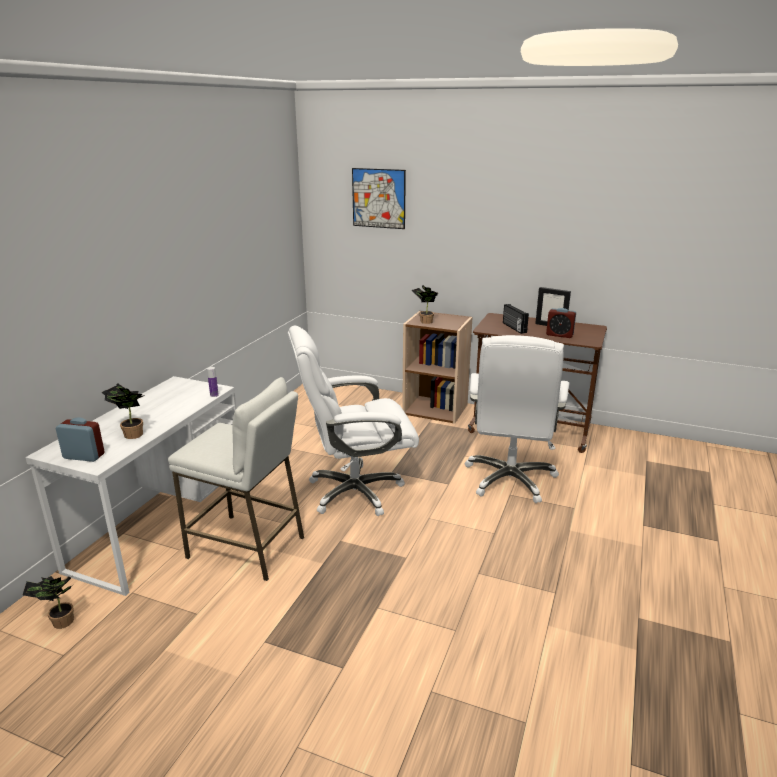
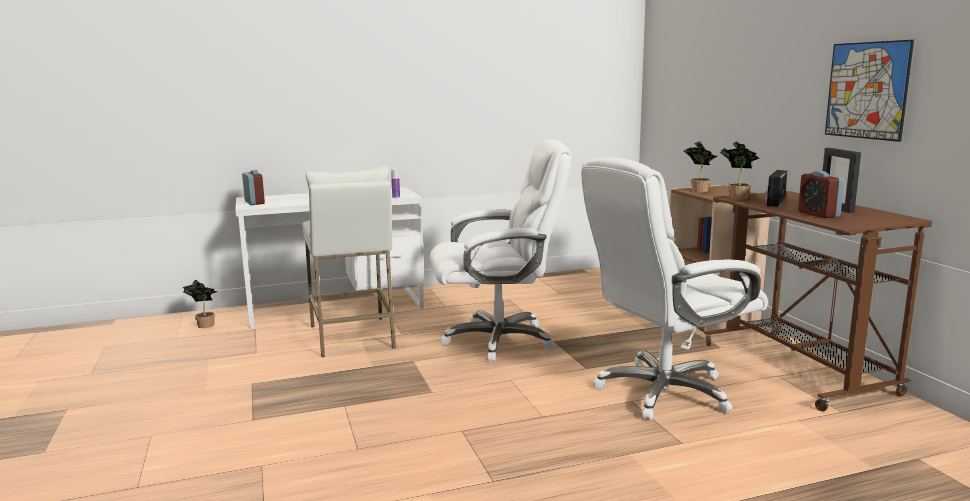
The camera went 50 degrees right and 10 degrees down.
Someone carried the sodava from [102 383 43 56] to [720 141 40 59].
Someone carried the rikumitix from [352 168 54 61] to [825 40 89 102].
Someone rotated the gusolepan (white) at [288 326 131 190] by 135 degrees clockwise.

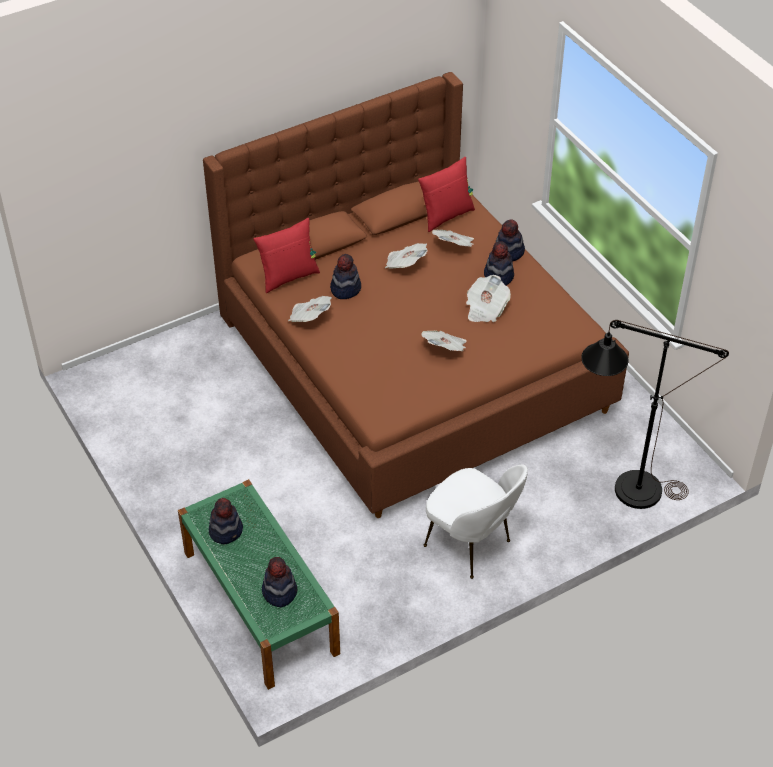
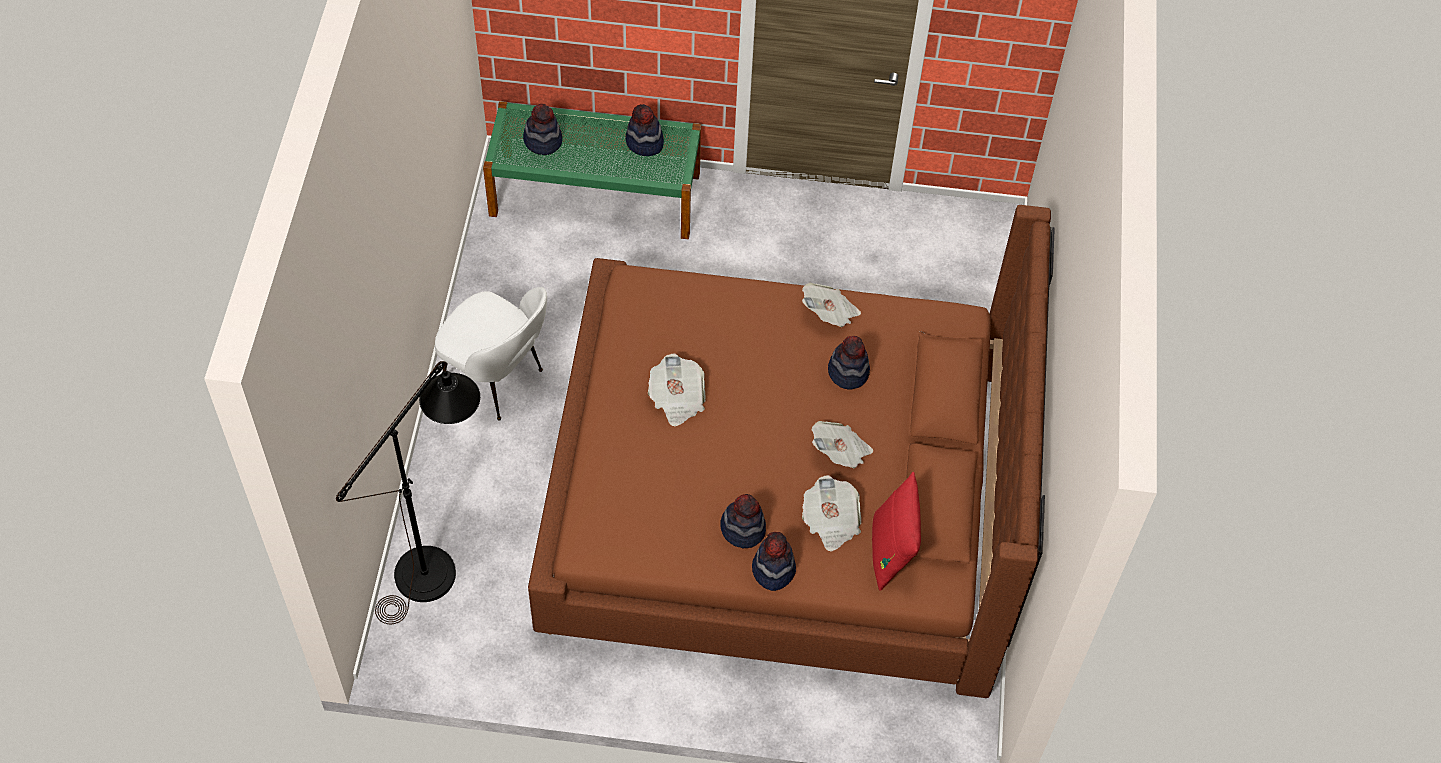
The camera went 125 degrees right and 10 degrees up.
Someone took away the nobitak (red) at [253 218 67 75].
Someone took away the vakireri at [466 275 45 47].
Someone rotated the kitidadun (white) at [424 465 104 114] by 135 degrees counterclockwise.

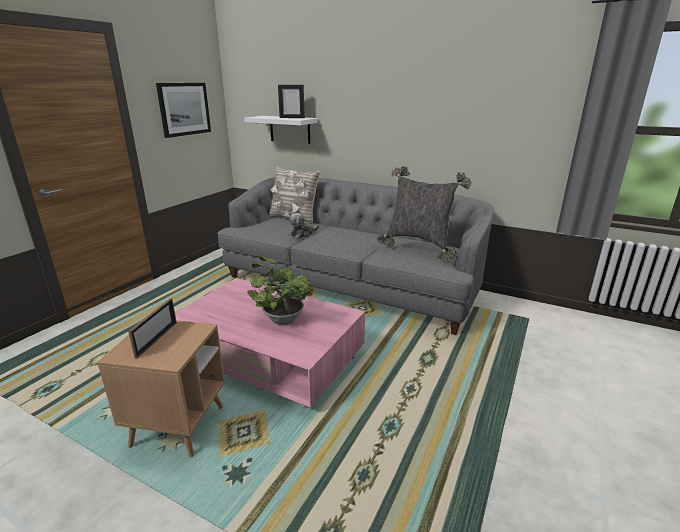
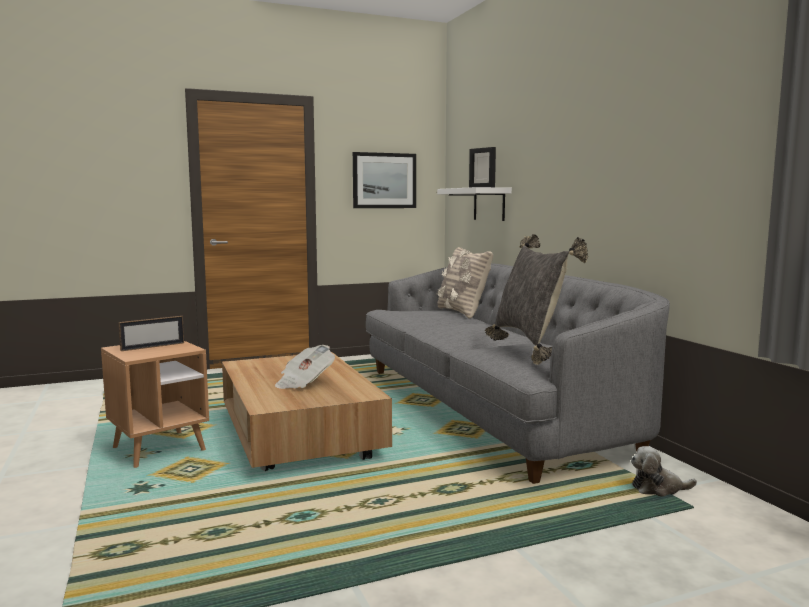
The camera went 40 degrees right and 15 degrees down.
Someone carried the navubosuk from [290 213 29 25] to [631 446 66 50].
Someone swapped the sodava at [247 257 66 68] for the vakireri at [275 345 60 44].
Someone repainted the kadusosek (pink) at [175 278 190 130], which became the kadusosek (brown) at [222 352 170 119].

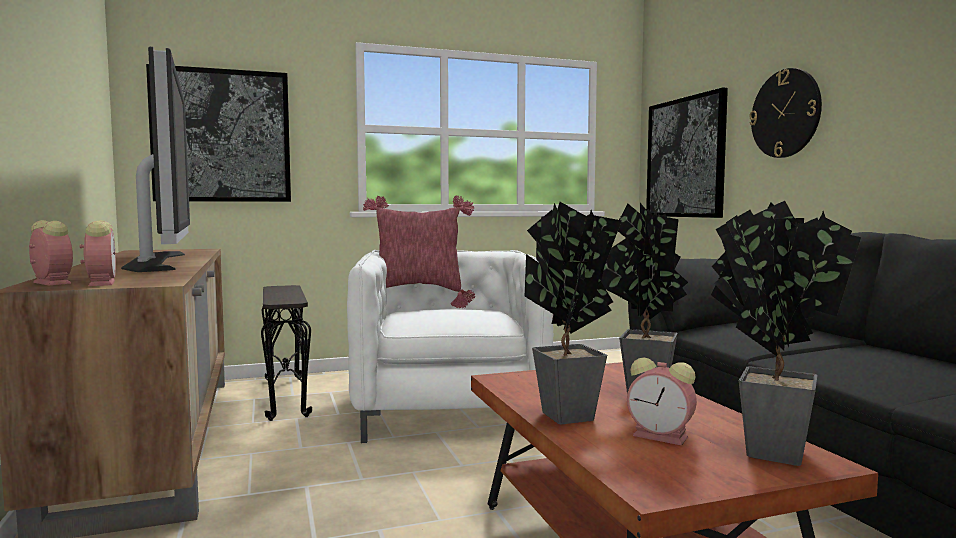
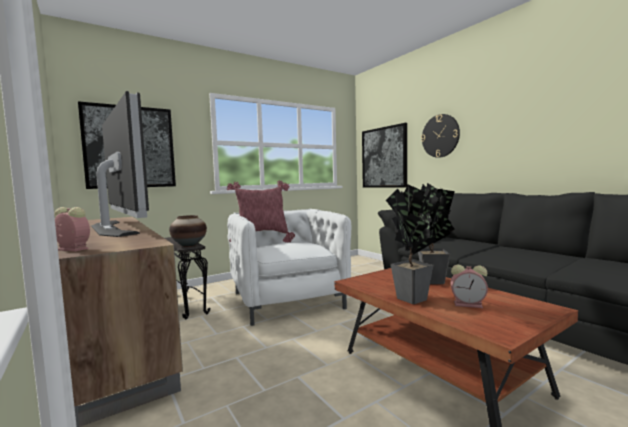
The camera went 15 degrees left and 0 degrees up.
Someone took away the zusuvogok at [79 220 37 66].
Someone took away the sodava at [711 201 150 265].
Someone put down the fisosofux at [169 215 38 32].

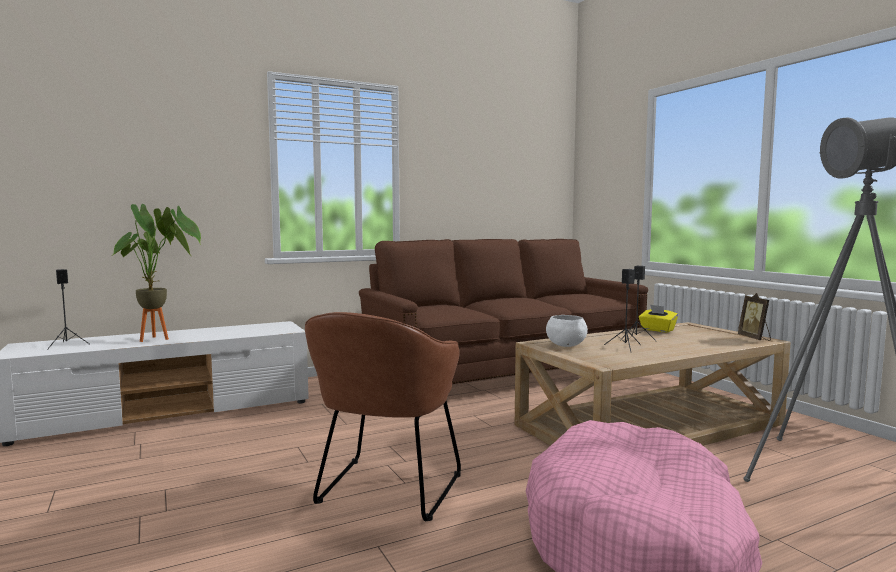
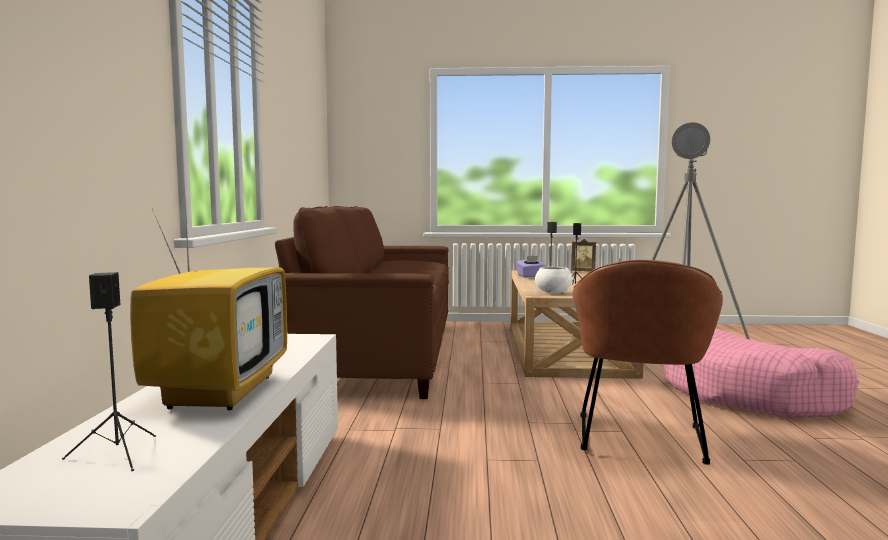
The camera went 60 degrees left and 0 degrees up.
Someone swapped the sodava at [113 204 88 138] for the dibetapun at [130 200 157 210].
Someone repainted the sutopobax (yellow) at [639 304 39 28], which became the sutopobax (purple) at [516 256 31 21].
Someone rotated the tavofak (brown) at [305 312 156 209] by 60 degrees clockwise.

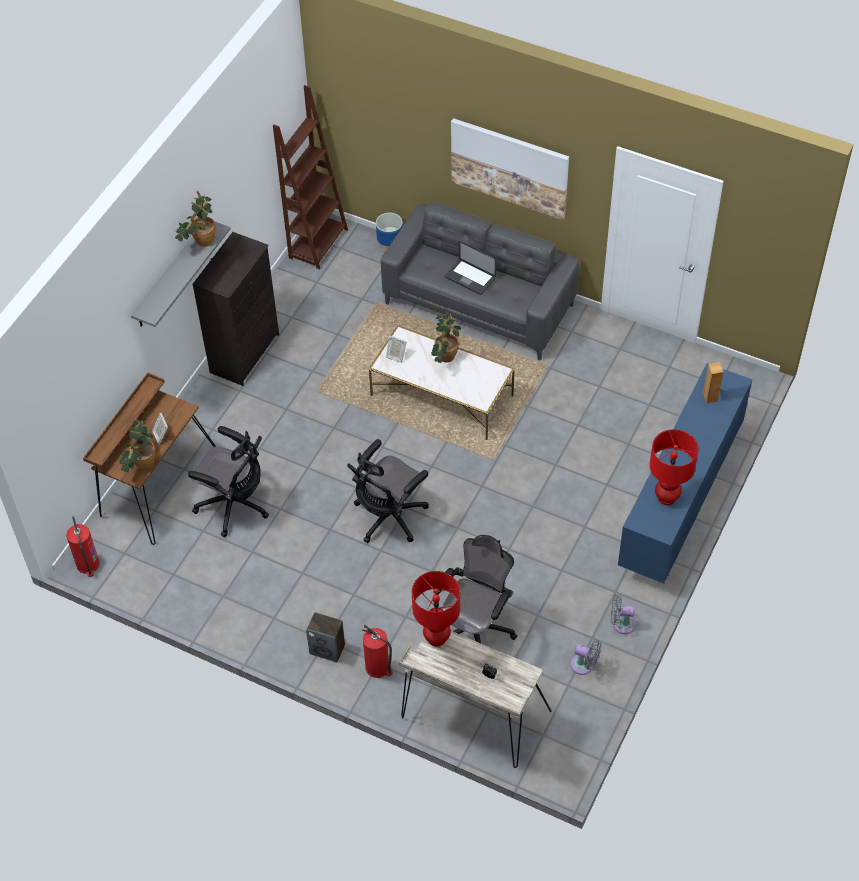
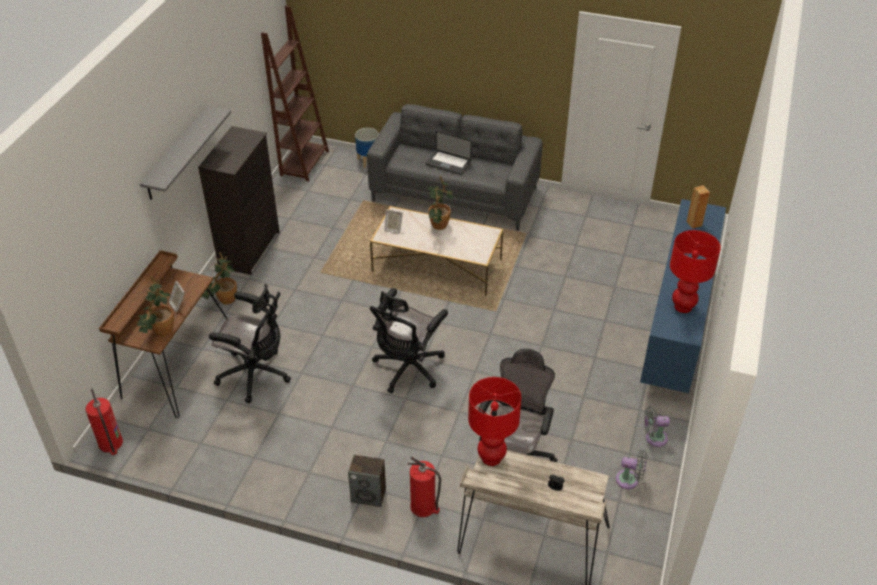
The camera went 10 degrees left and 10 degrees down.
Someone took away the rikumitix at [451 118 118 102].
Someone carried the sodava from [175 191 41 56] to [202 252 35 53].

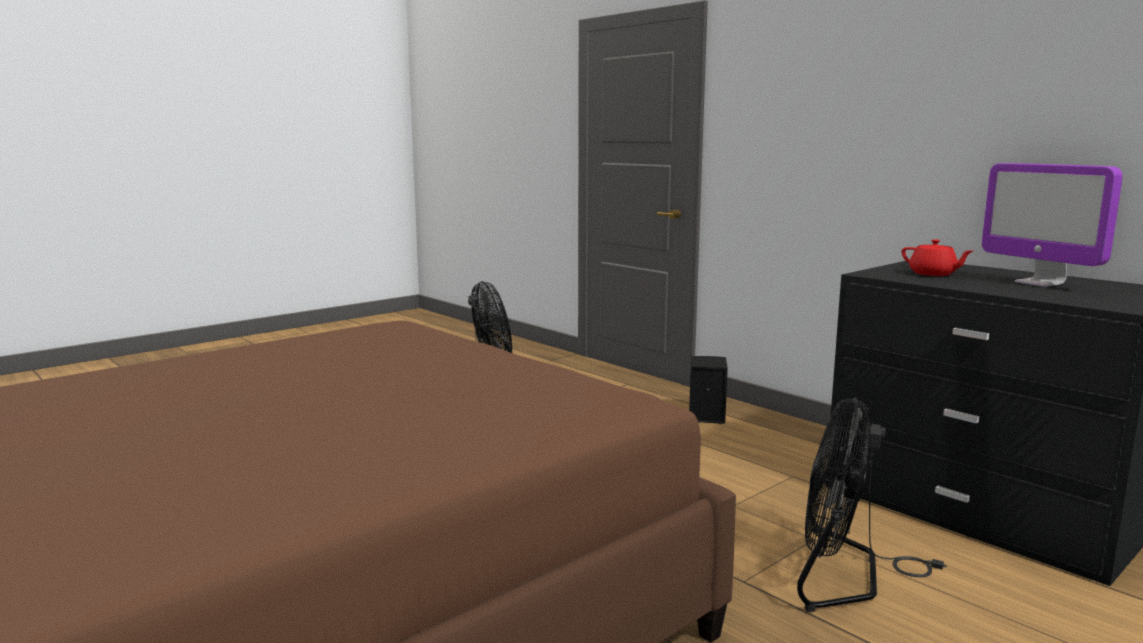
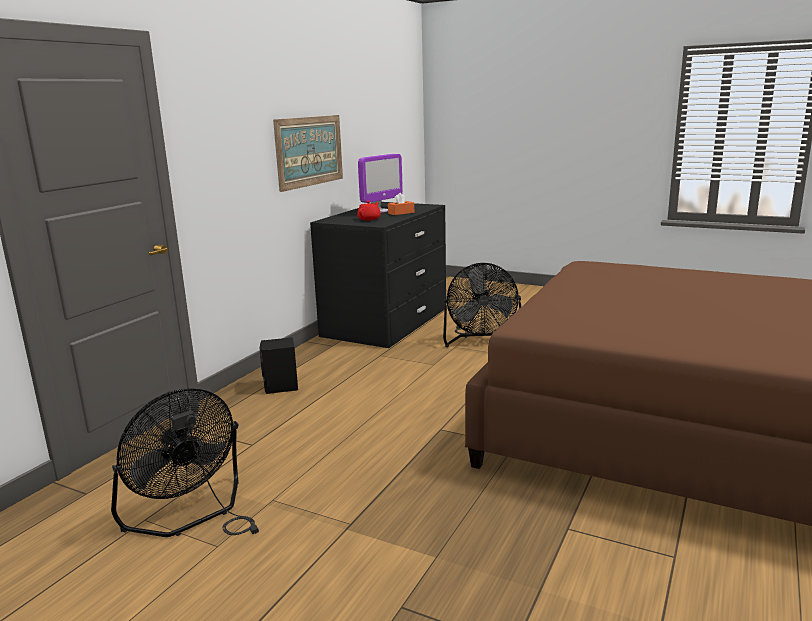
The camera went 110 degrees left and 5 degrees up.
Someone put up the rikumitix at [273 115 70 77].
Someone put down the sutopobax (orange) at [388 193 26 22].

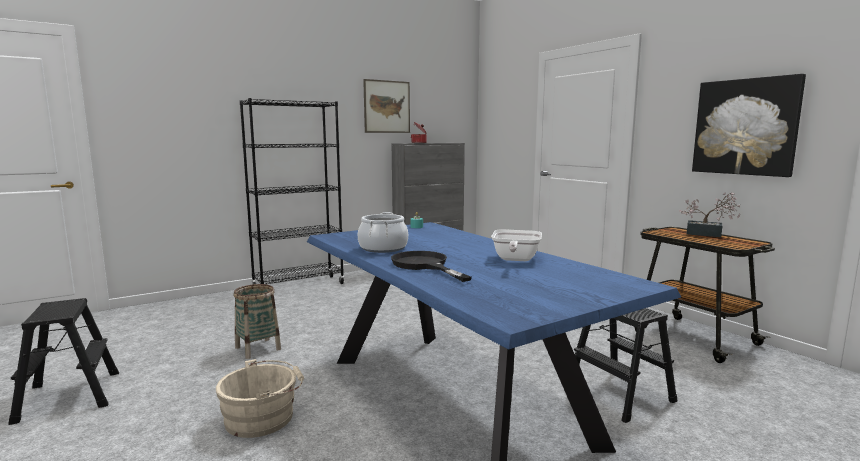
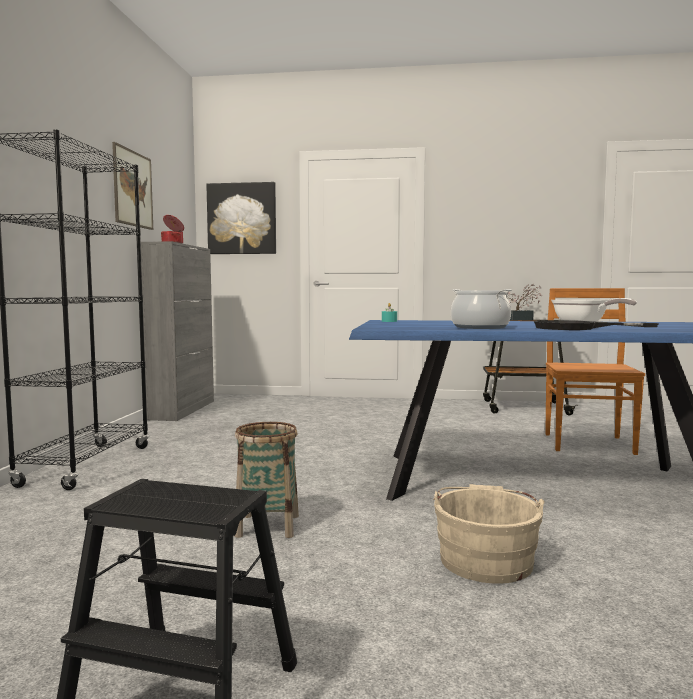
The camera went 50 degrees left and 5 degrees down.
Someone carried the rikumitix from [692 74 114 103] to [206 182 70 72].
Someone swapped the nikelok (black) at [574 308 104 115] for the kitidadun (brown) at [545 288 100 167].

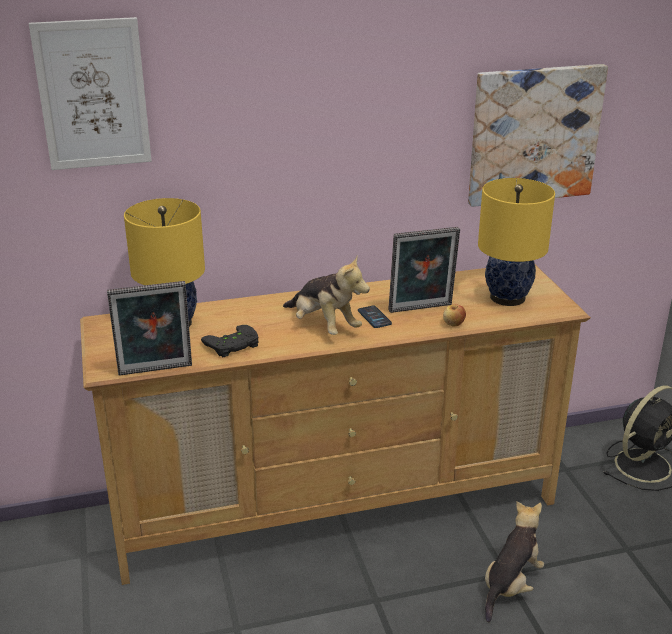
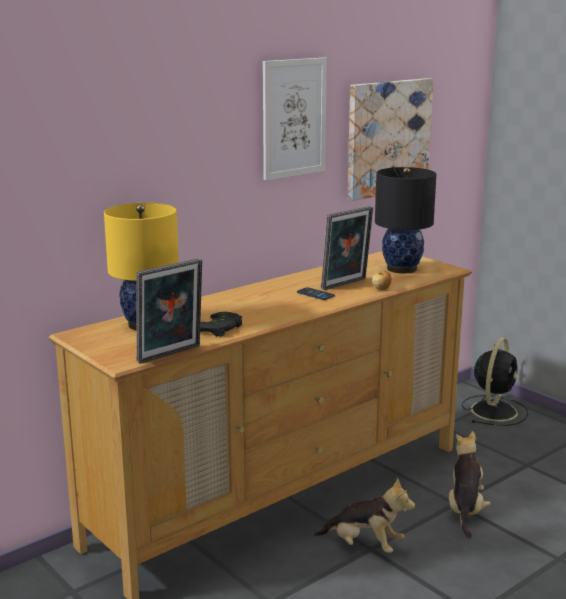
The camera went 25 degrees left and 10 degrees down.
Someone carried the rikumitix from [29 17 123 153] to [263 57 64 124].
Someone carried the navubosuk from [283 256 87 79] to [314 477 101 76].
Someone repainted the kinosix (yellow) at [478 178 77 128], which became the kinosix (black) at [375 167 61 106].

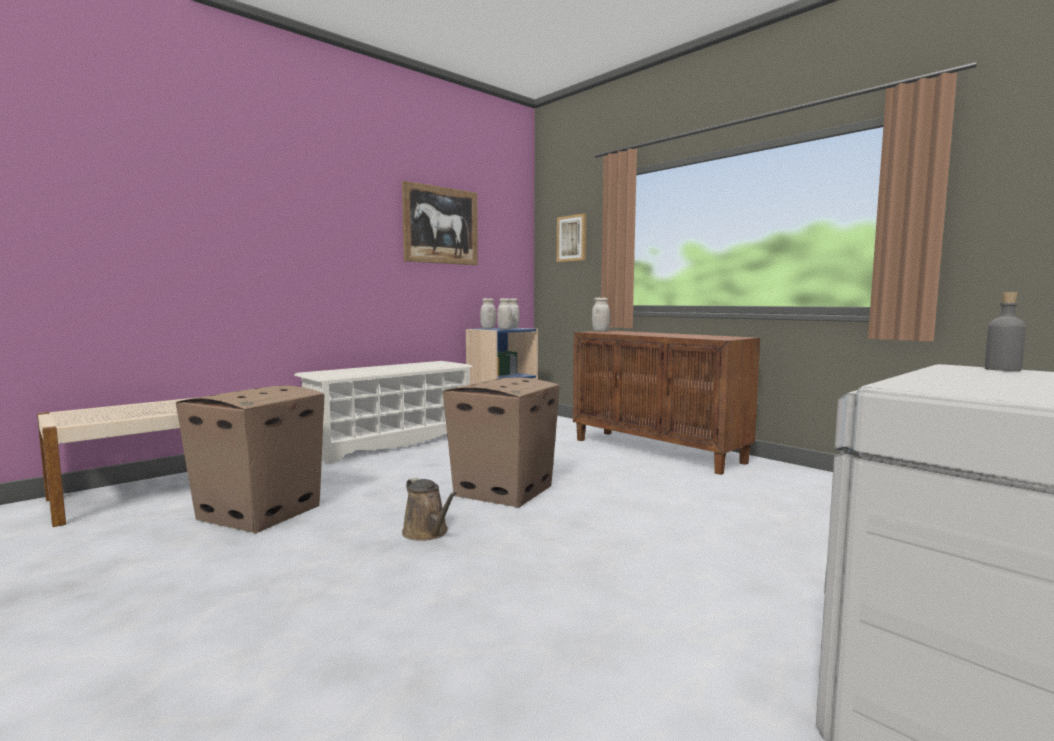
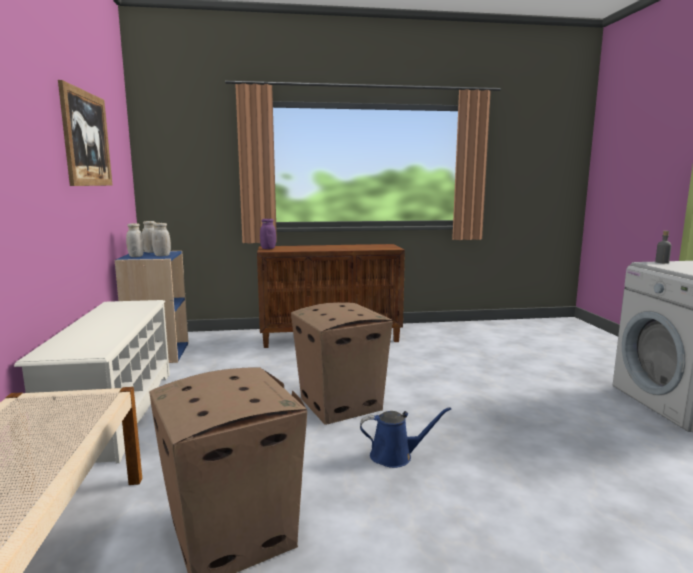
The camera went 55 degrees left and 5 degrees up.
Someone took away the rikumitix at [557 213 29 49].
Someone repainted the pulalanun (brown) at [402 478 55 63], which became the pulalanun (blue) at [360 407 91 61].
Someone repainted the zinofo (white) at [592 297 18 35], which became the zinofo (purple) at [260 219 16 30].

